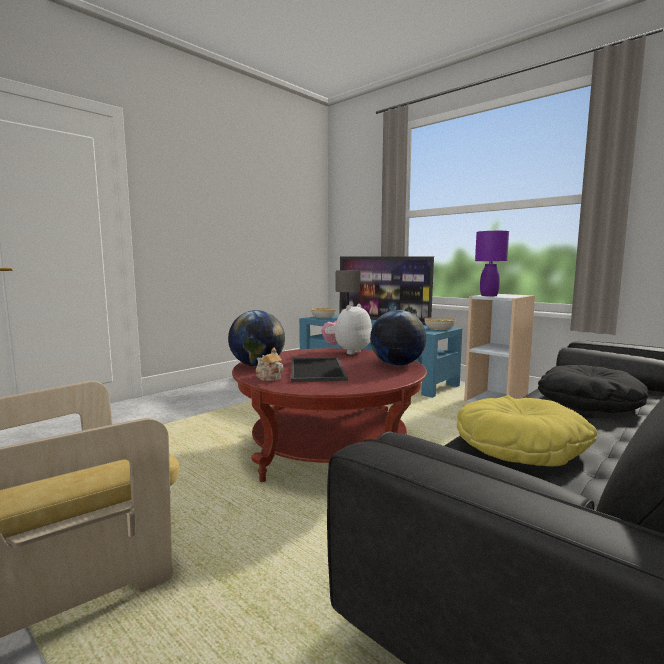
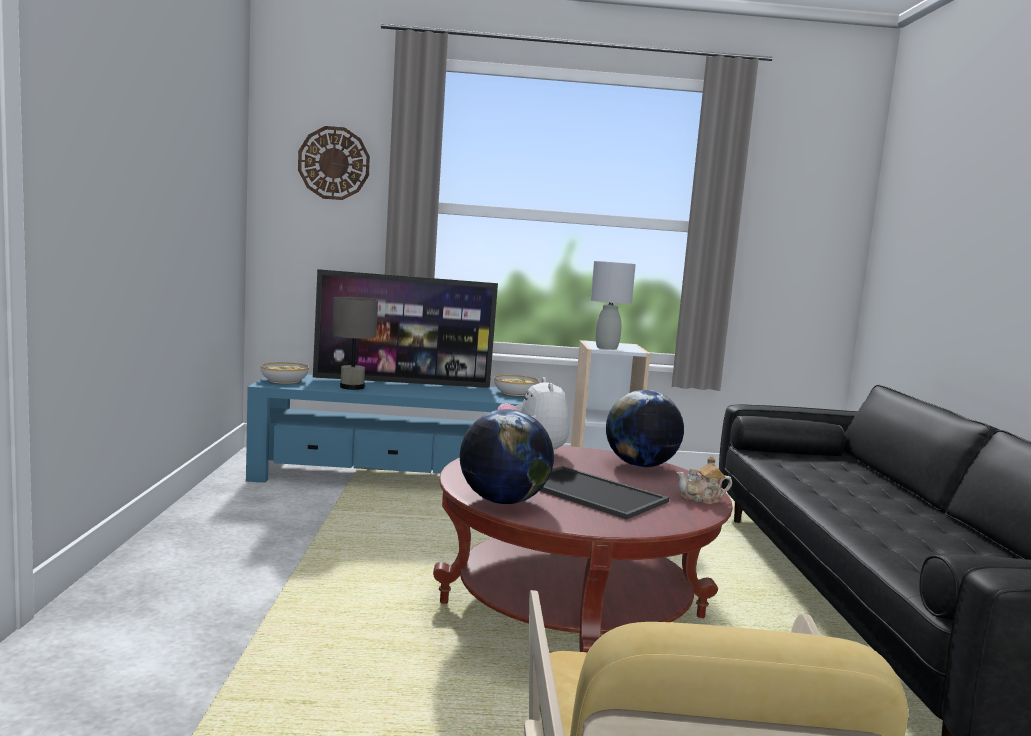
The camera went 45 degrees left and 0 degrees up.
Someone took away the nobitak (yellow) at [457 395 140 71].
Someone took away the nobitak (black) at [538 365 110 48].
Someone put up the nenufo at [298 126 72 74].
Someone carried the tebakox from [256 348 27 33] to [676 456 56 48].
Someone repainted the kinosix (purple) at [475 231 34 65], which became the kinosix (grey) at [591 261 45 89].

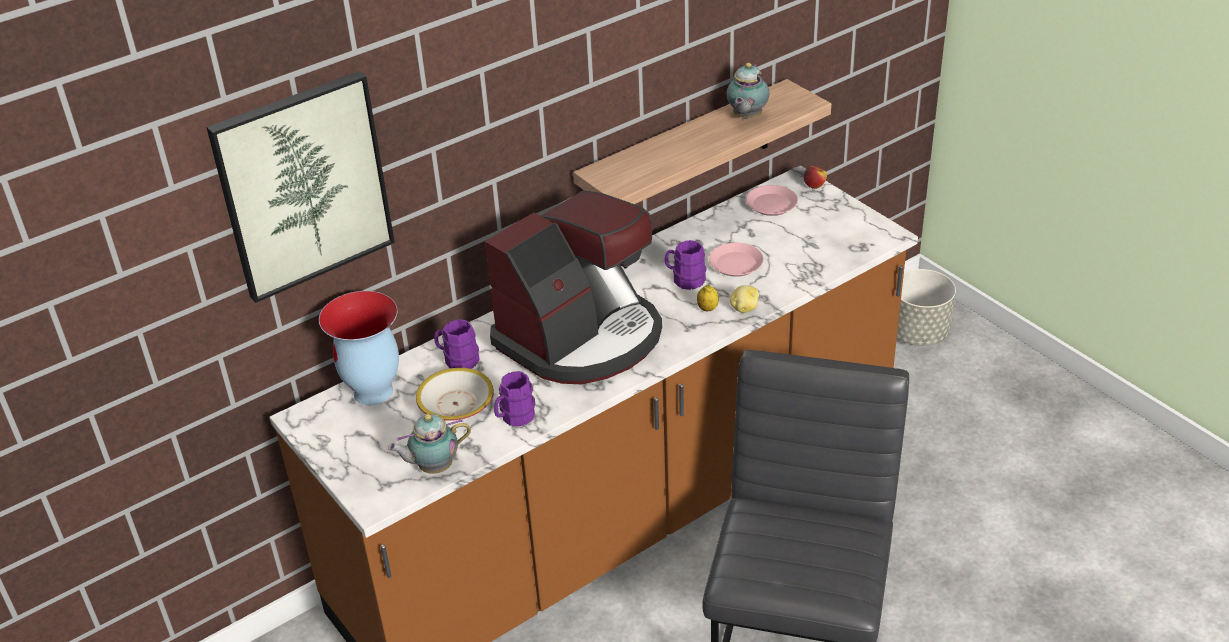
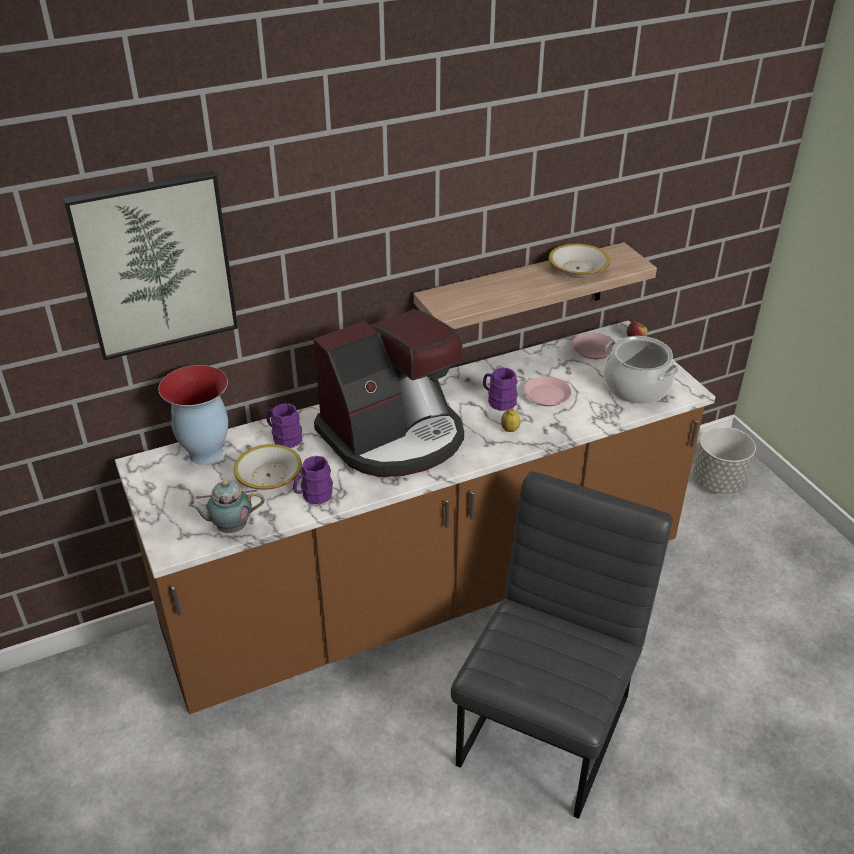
The camera went 10 degrees right and 0 degrees up.
Someone took away the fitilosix at [730 285 29 28].
Someone put down the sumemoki at [604 336 75 68].
Someone swapped the tebakox at [727 63 42 56] for the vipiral at [549 244 61 34].

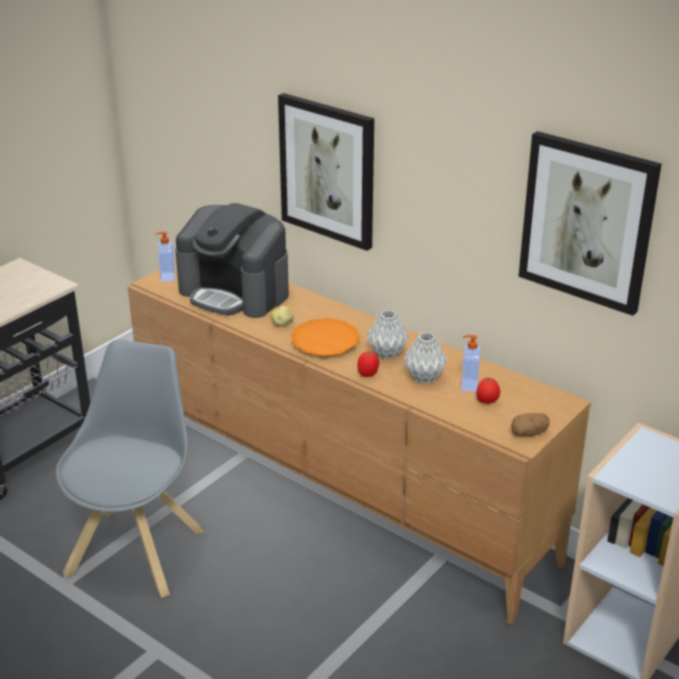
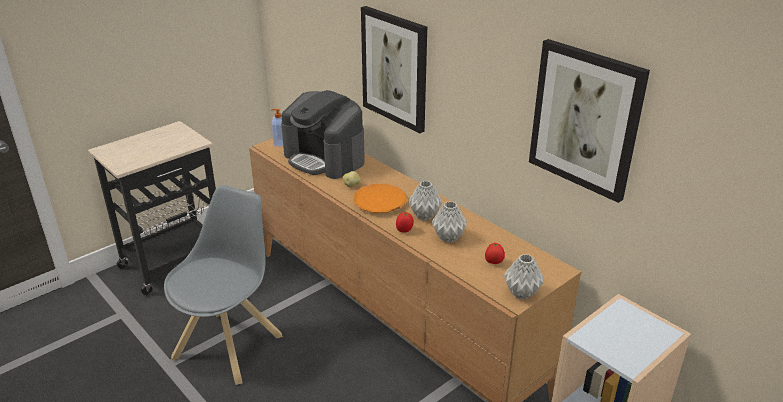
The camera went 10 degrees right and 0 degrees up.
Someone took away the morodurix at [461 335 20 57].
Someone swapped the fitilosix at [511 413 39 23] for the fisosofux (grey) at [504 254 39 46].

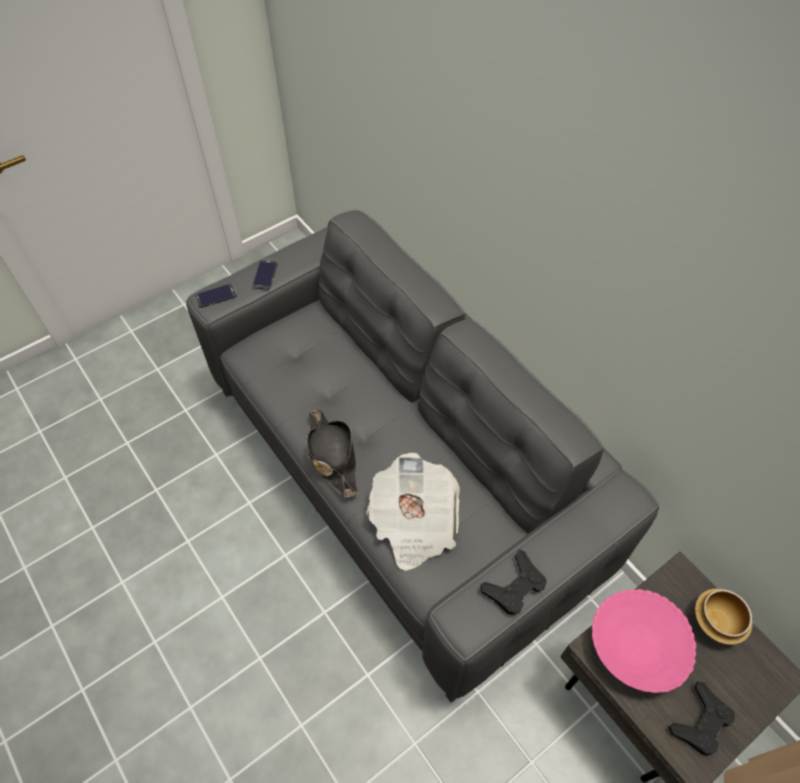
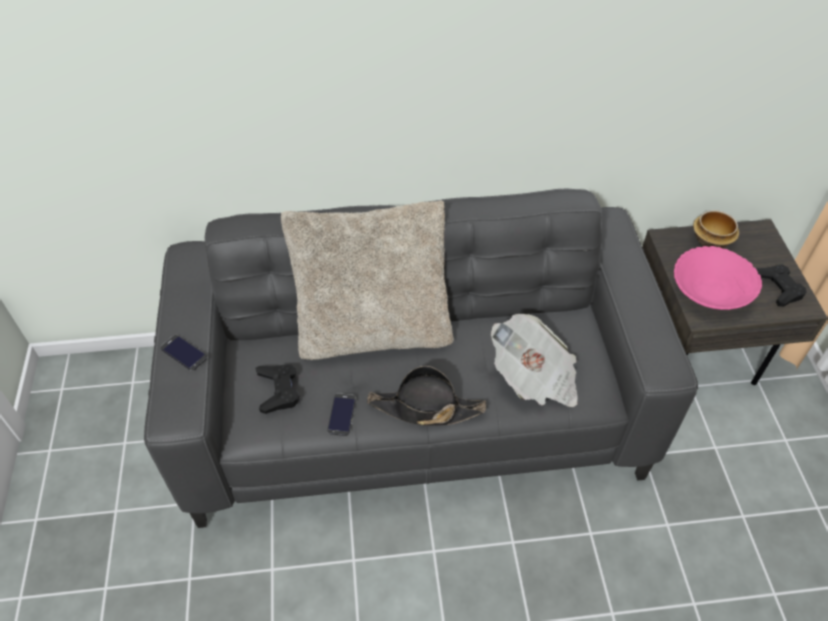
The camera went 60 degrees left and 5 degrees down.
Someone put down the nobitak (beige) at [281 200 173 160].
Someone carried the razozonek from [195 284 42 24] to [327 393 29 43].
Someone carried the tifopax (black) from [480 549 67 66] to [255 364 45 50].

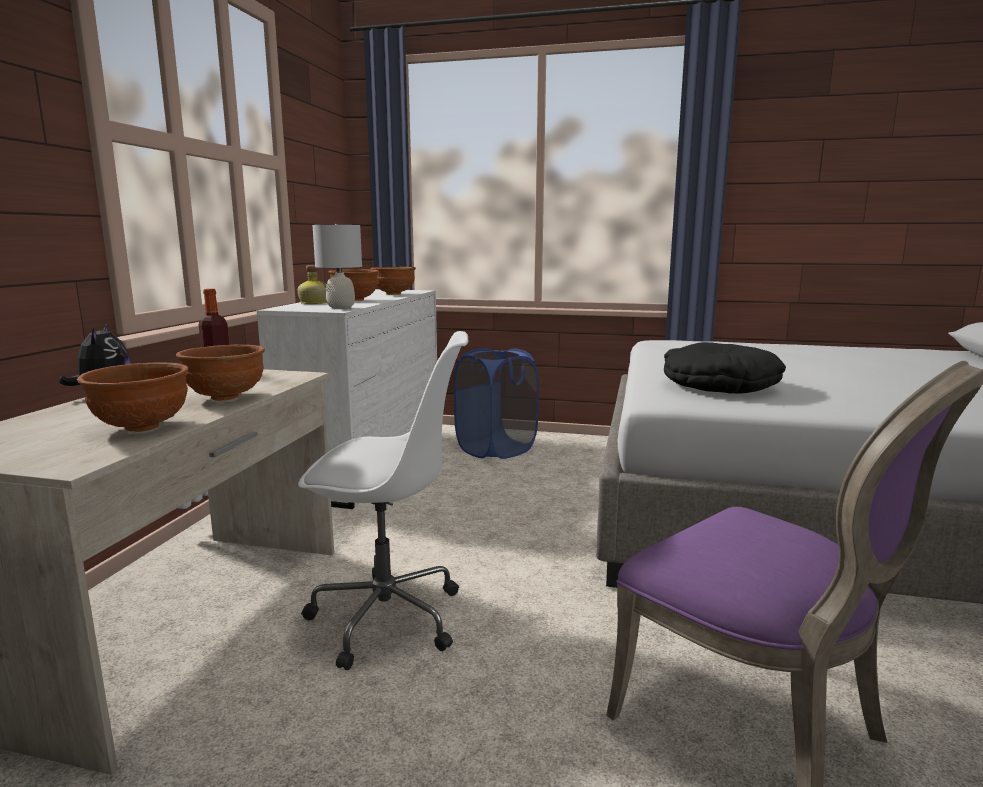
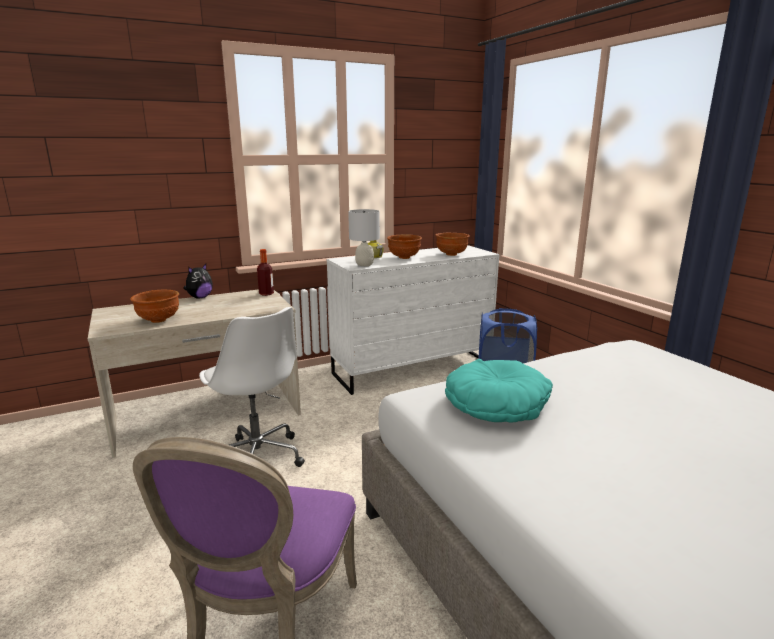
The camera went 50 degrees right and 5 degrees up.
Someone took away the vipiral (brown) at [176 345 89 56].
Someone repainted the nobitak (black) at [664 342 122 52], which became the nobitak (turquoise) at [445 359 108 64].

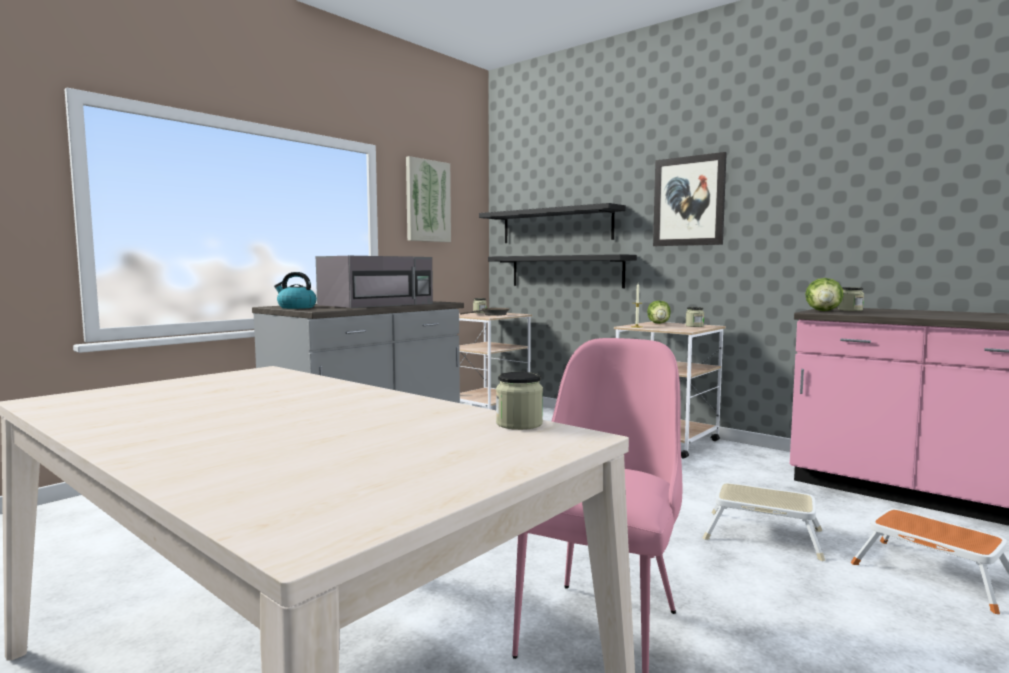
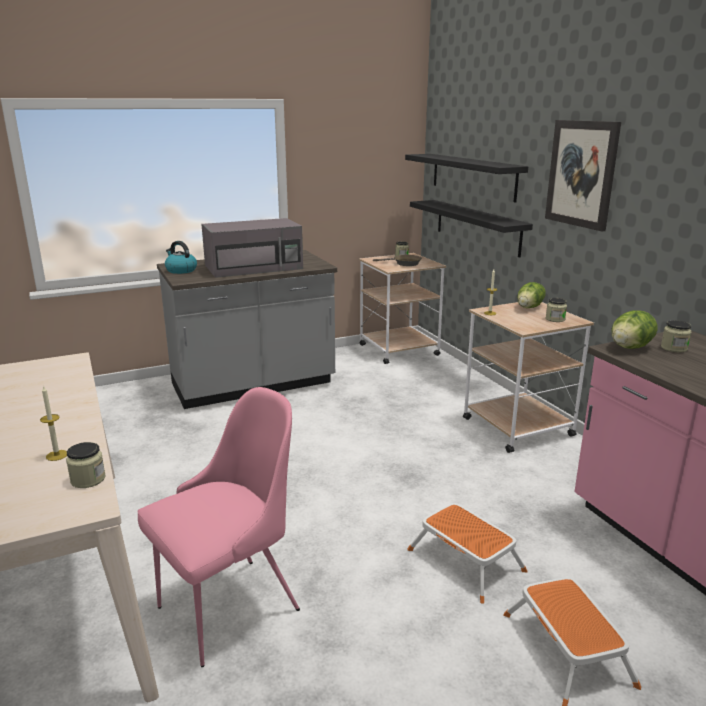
The camera went 25 degrees right and 15 degrees up.
Someone took away the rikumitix at [406 156 45 86].
Someone put down the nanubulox at [40 385 27 76].
Someone repainted the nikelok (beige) at [703 482 122 79], which became the nikelok (orange) at [408 503 119 101].

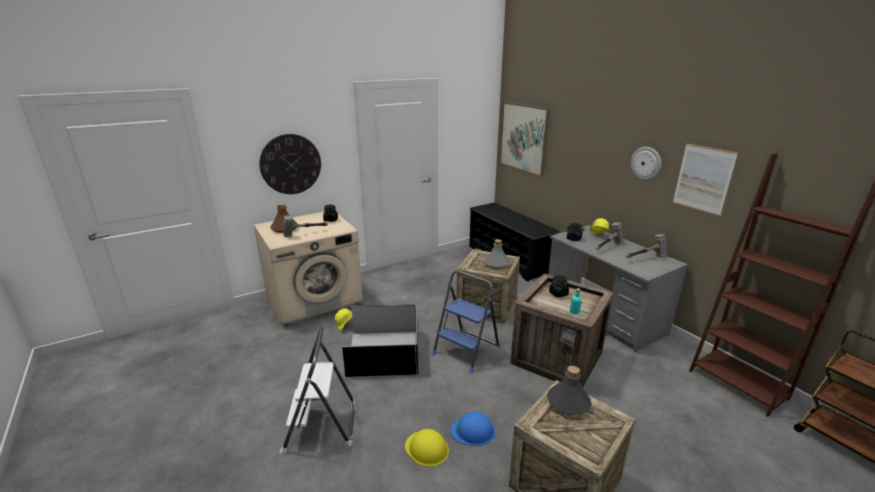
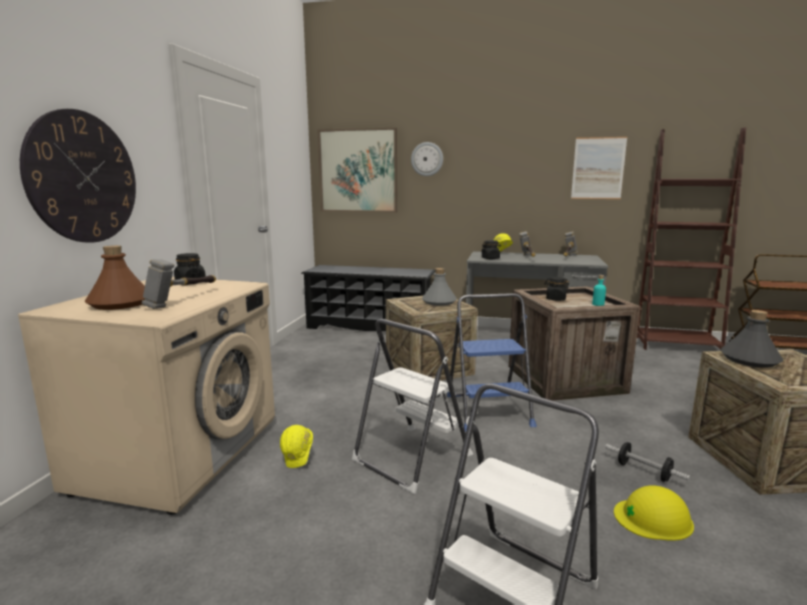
The camera went 45 degrees left and 10 degrees down.
Someone carried the nenufo from [631 147 30 33] to [411 142 32 34].
Someone swapped the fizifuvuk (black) at [342 305 76 72] for the nikelok (white) at [352 319 121 175].
Someone swapped the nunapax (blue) at [451 412 44 34] for the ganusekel at [605 442 85 40].

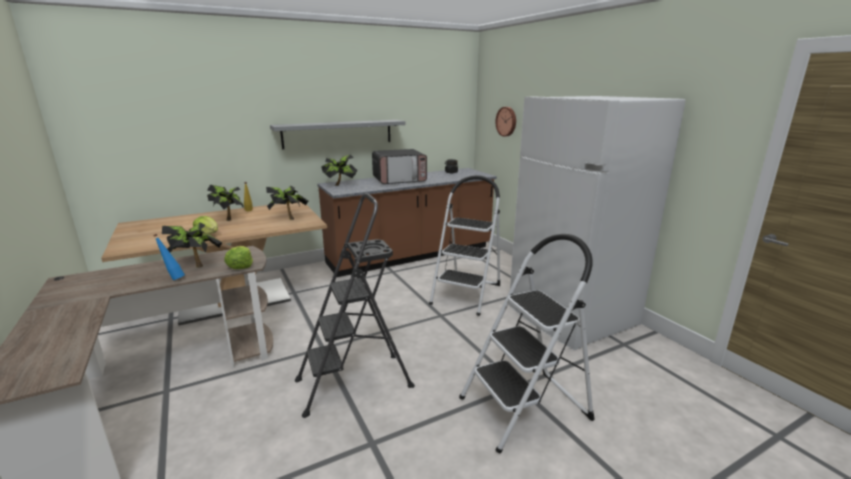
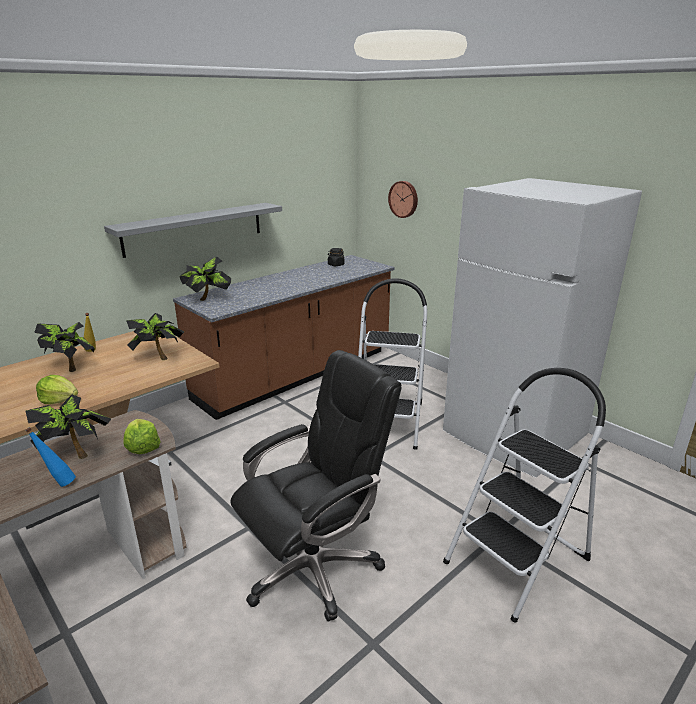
The camera went 15 degrees left and 5 degrees up.
Someone took away the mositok at [372 149 55 35].
Someone swapped the nikelok at [295 193 120 225] for the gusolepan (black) at [230 350 172 272].

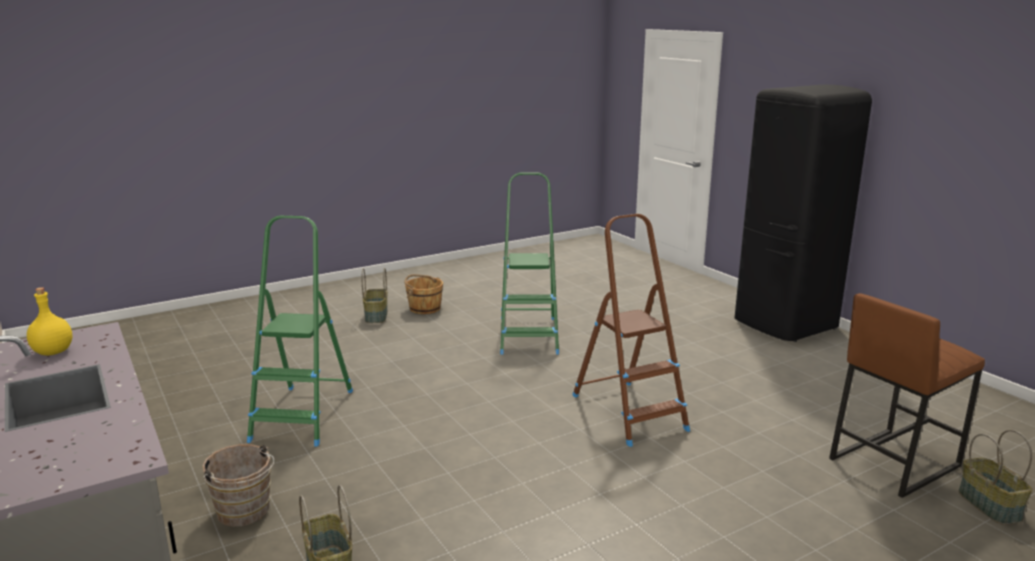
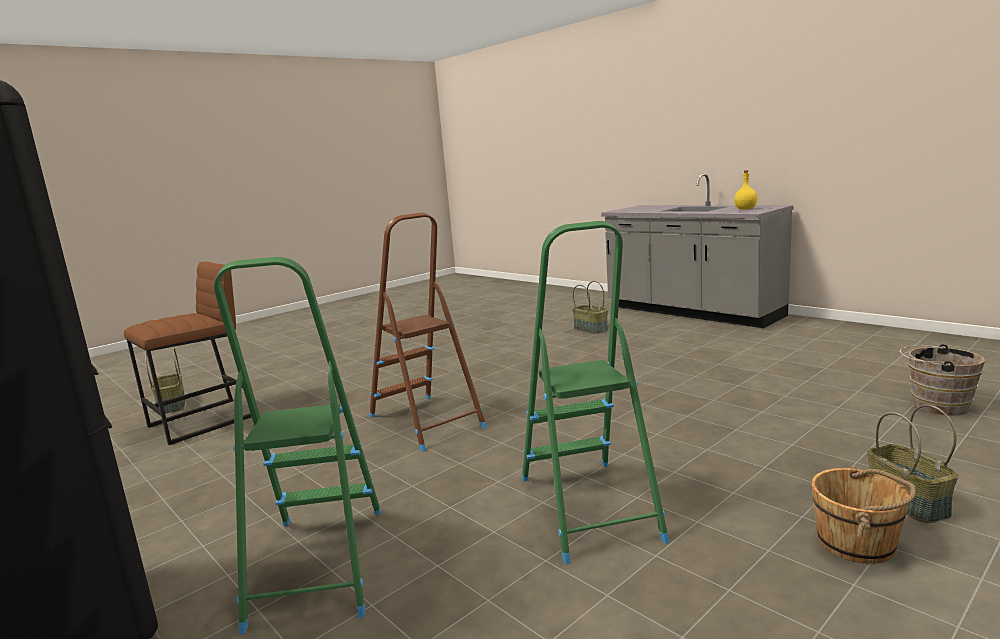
The camera went 170 degrees right and 5 degrees down.
Someone carried the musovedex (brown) from [203 444 71 82] to [900 344 85 72].
Someone carried the nikelok (green) from [247 216 106 231] to [214 257 167 378].

